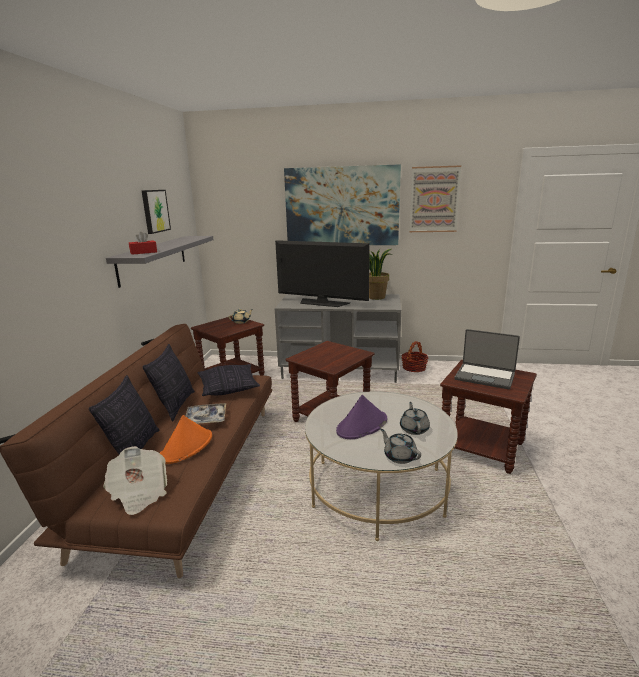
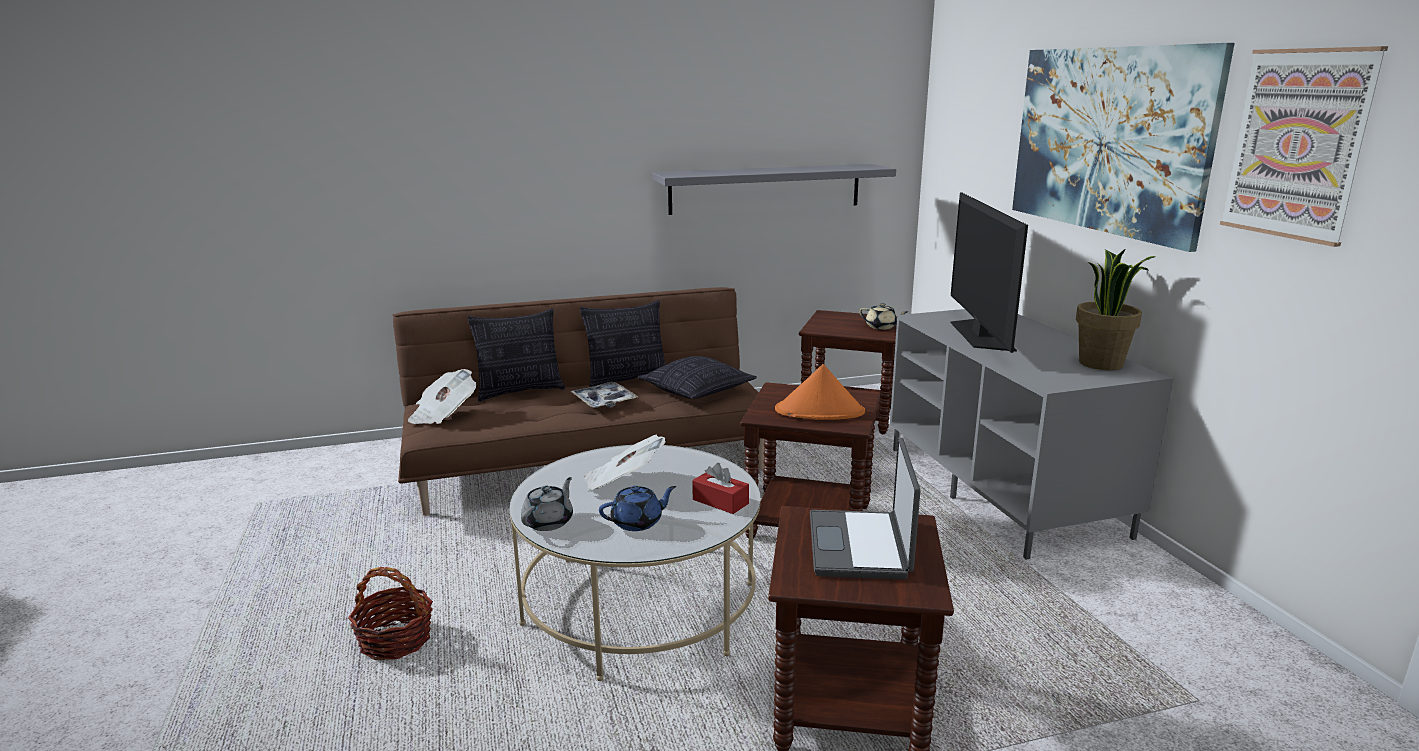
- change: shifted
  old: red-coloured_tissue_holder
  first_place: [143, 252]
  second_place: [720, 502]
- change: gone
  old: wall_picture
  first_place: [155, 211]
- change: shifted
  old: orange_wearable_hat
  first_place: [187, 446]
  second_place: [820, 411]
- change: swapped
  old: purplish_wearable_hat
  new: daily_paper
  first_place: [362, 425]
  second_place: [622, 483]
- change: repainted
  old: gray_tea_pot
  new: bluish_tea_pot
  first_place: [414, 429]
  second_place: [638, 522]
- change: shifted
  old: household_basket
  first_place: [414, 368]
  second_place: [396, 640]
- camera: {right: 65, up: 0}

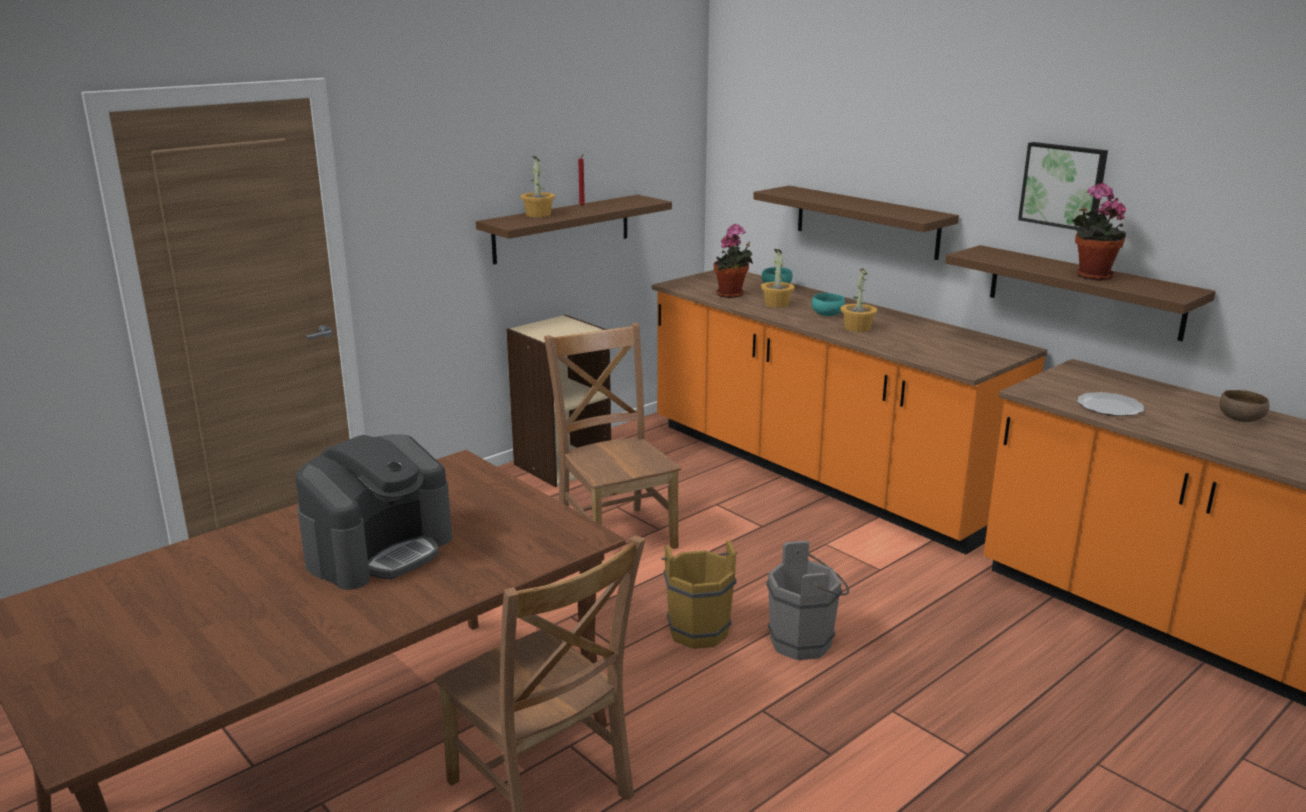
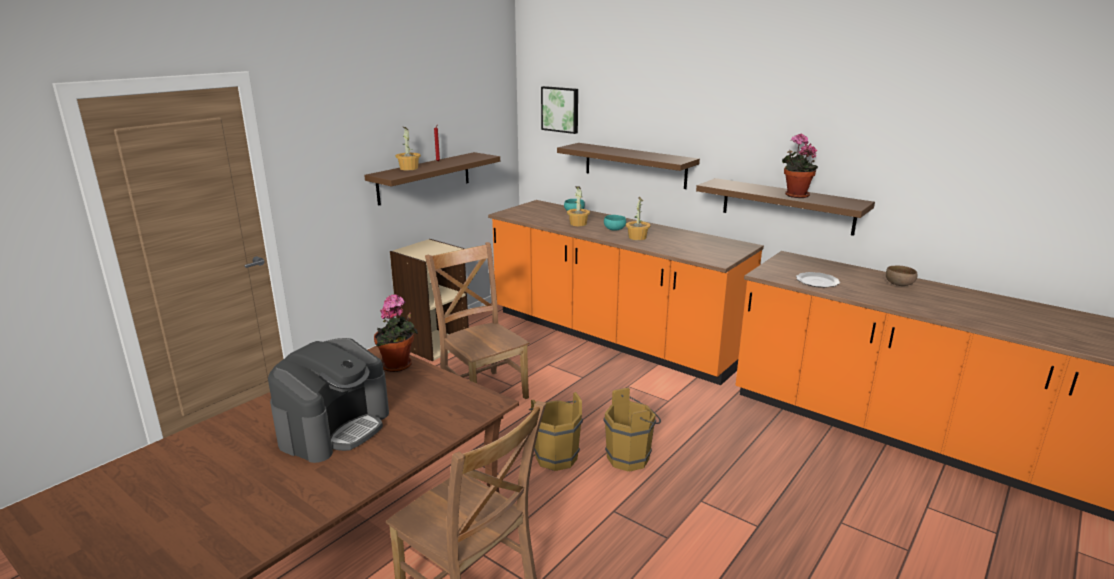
- change: shifted
  old: plant_in_a_pot
  first_place: [732, 295]
  second_place: [398, 366]
- change: repainted
  old: gray_bucket
  new: brown_bucket
  first_place: [805, 642]
  second_place: [631, 458]
- change: shifted
  old: wall_picture
  first_place: [1063, 185]
  second_place: [560, 109]
- camera: {right: -10, up: 0}

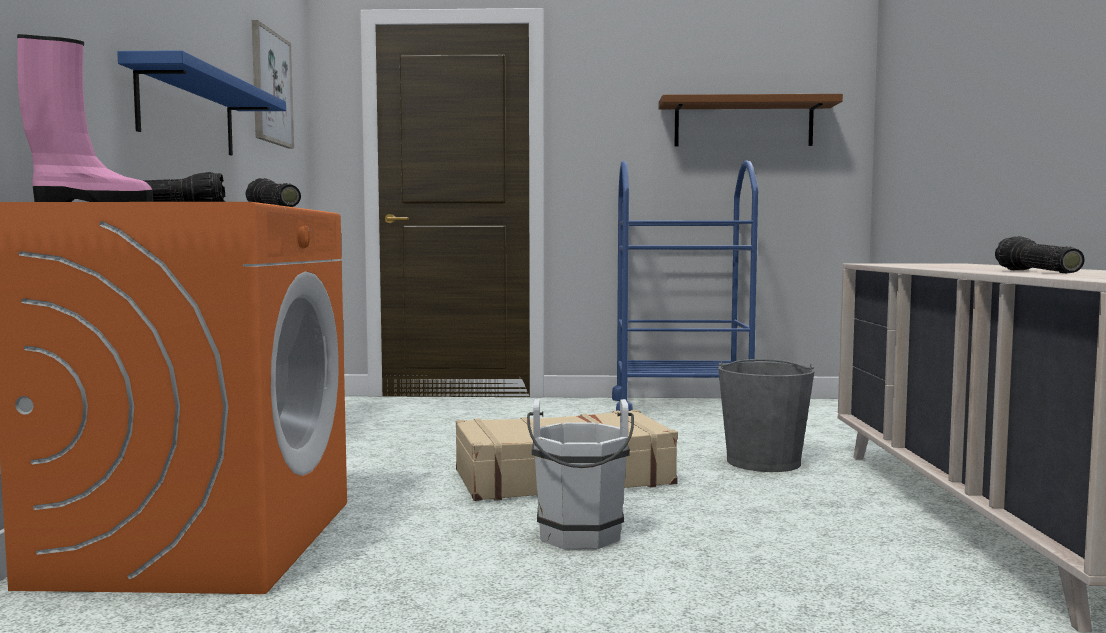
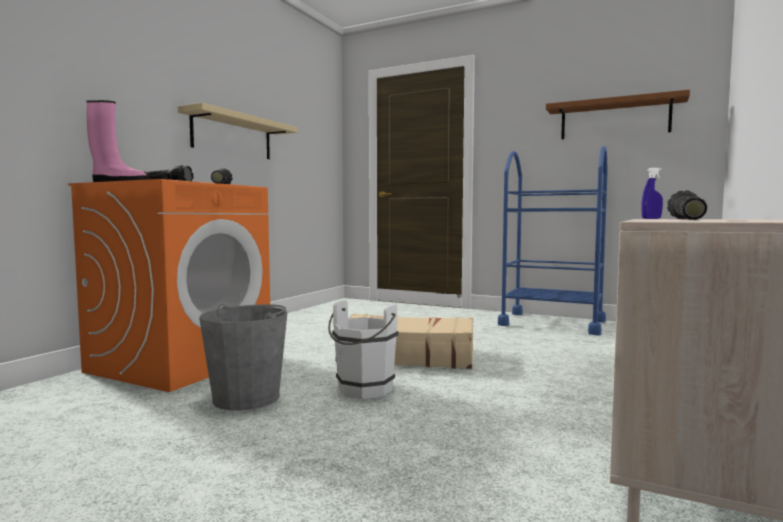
- change: repainted
  old: bluish_bracket_shelf
  new: sand-coloured_bracket_shelf
  first_place: [187, 112]
  second_place: [232, 136]
- change: gone
  old: wall_picture
  first_place: [270, 88]
- change: shifted
  old: gray_bucket
  first_place: [763, 461]
  second_place: [247, 397]
- change: new
  new: bluish_hand_sprayer
  second_place: [651, 218]
- camera: {right: 25, up: 0}

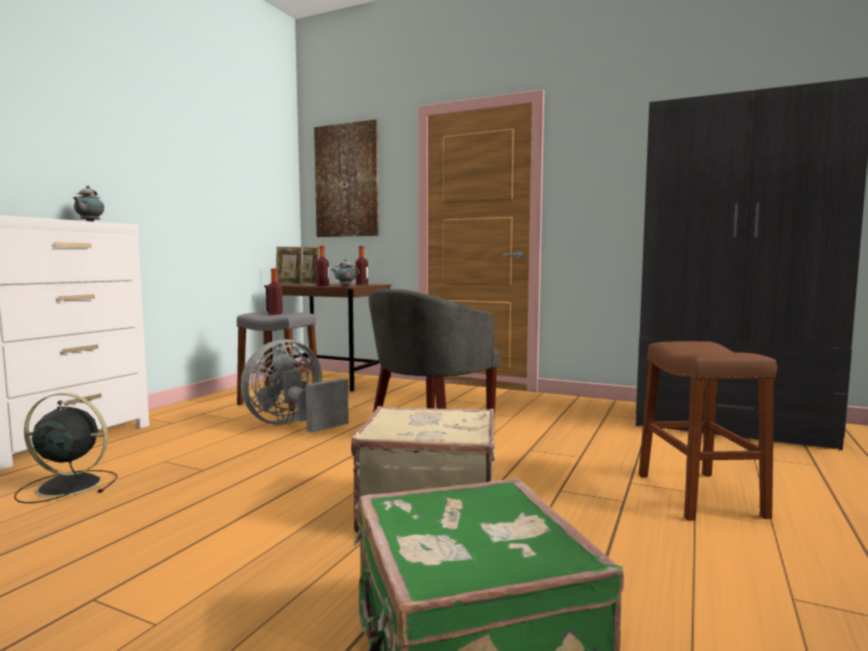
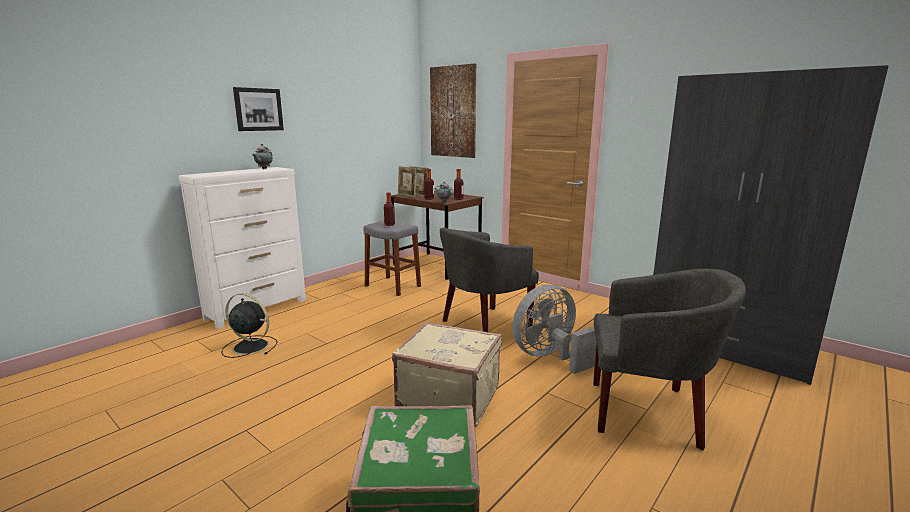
- change: shifted
  old: gray_fan
  first_place: [293, 425]
  second_place: [551, 357]
- change: swapped
  old: brown_stool
  new: gray_armchair
  first_place: [699, 495]
  second_place: [648, 412]
- change: new
  new: wall_picture
  second_place: [258, 109]
- camera: {right: 15, up: 10}

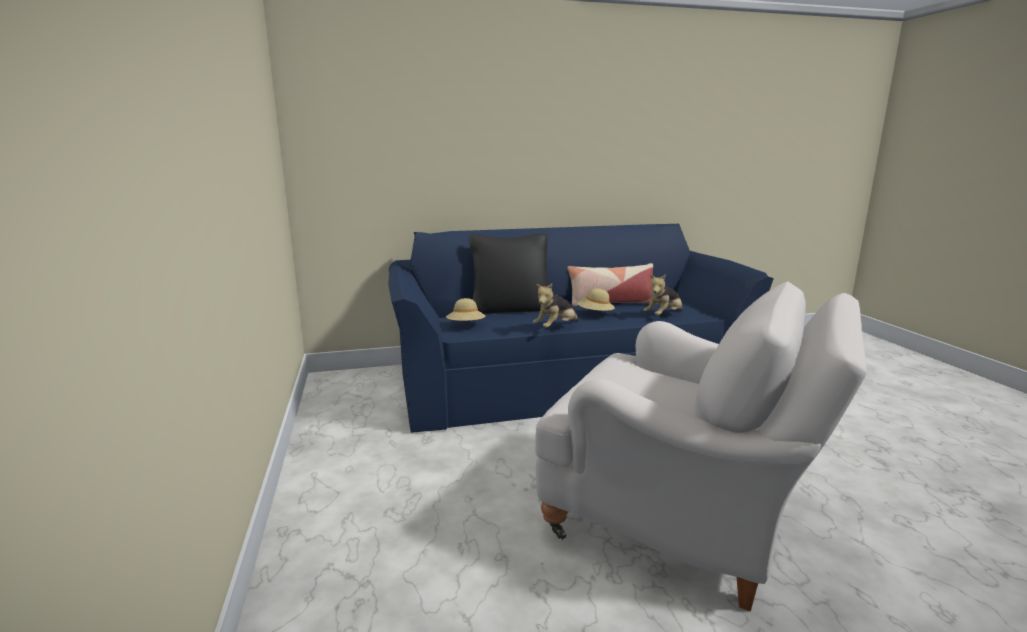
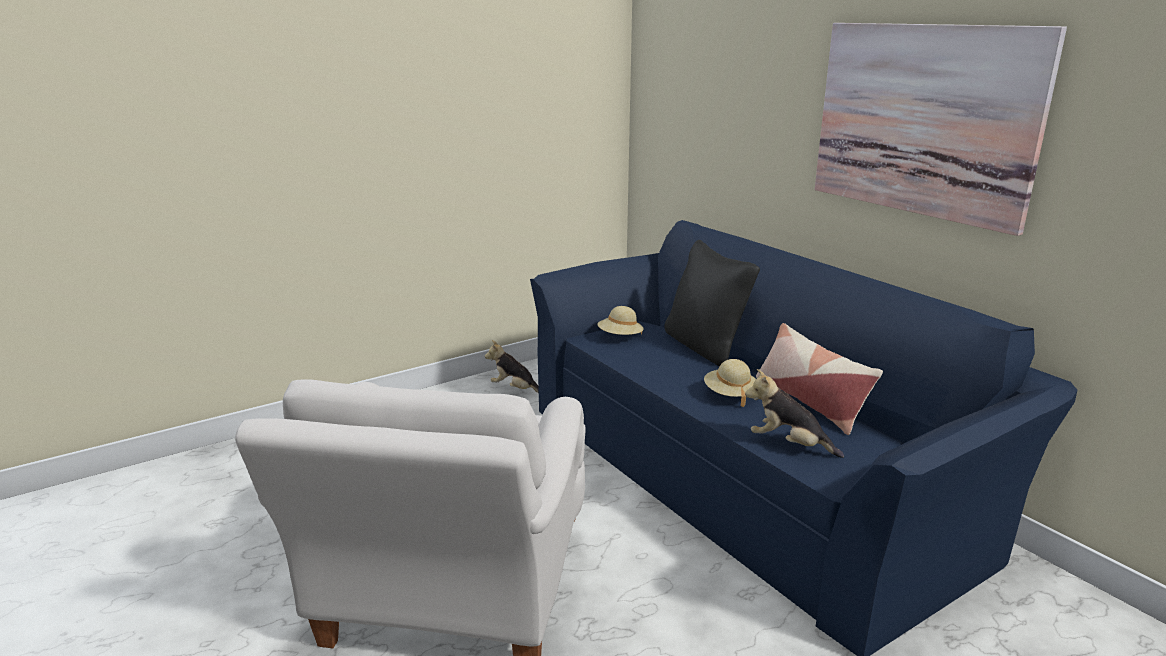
- change: shifted
  old: plush_toy
  first_place: [556, 327]
  second_place: [515, 389]
- change: new
  new: wall_picture
  second_place: [923, 120]
- camera: {right: 70, up: 5}

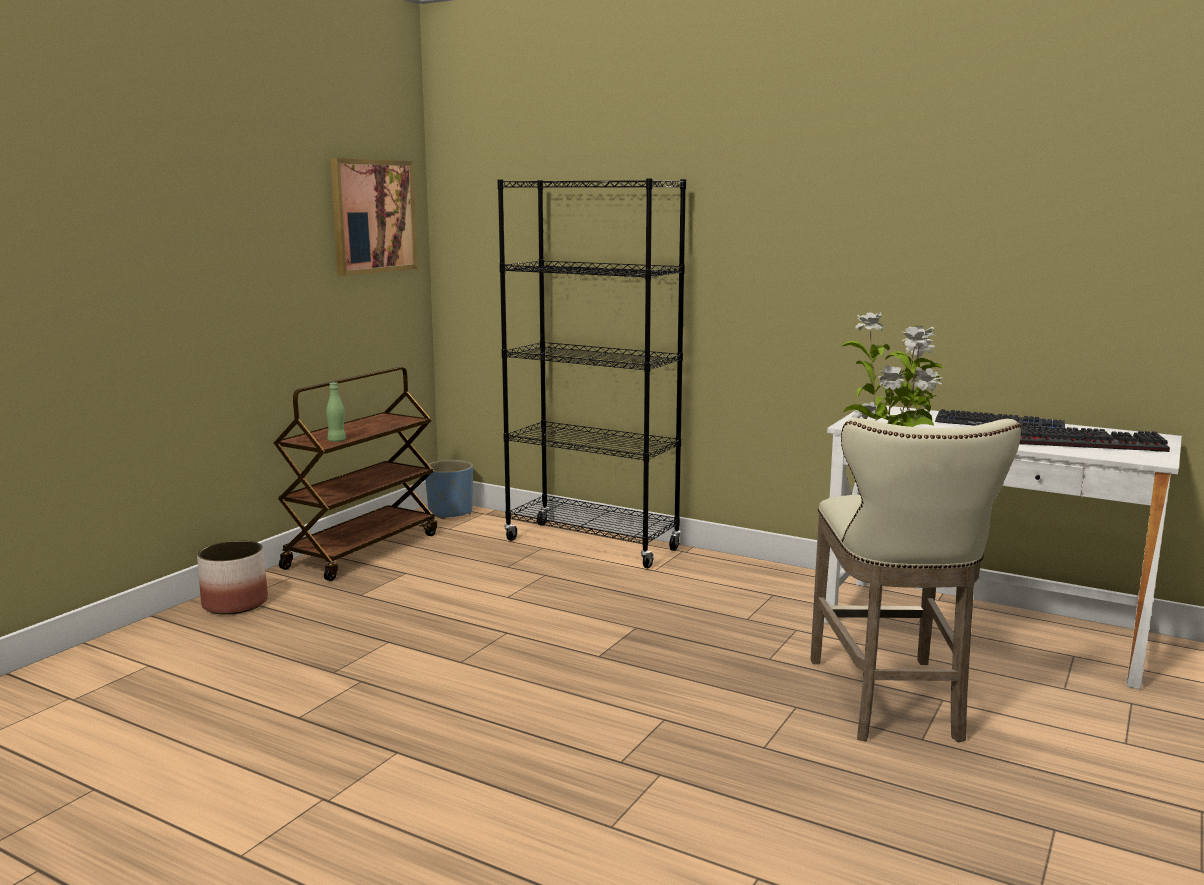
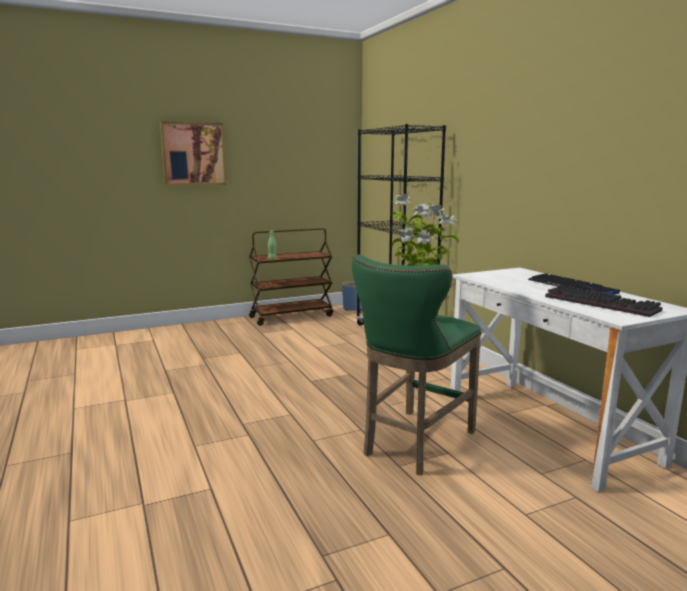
- change: gone
  old: planter
  first_place: [234, 604]
- change: shifted
  old: wall_picture
  first_place: [373, 216]
  second_place: [194, 154]
- change: repainted
  old: sand-coloured_stool
  new: green_stool
  first_place: [889, 703]
  second_place: [413, 444]
- camera: {right: 35, up: 0}

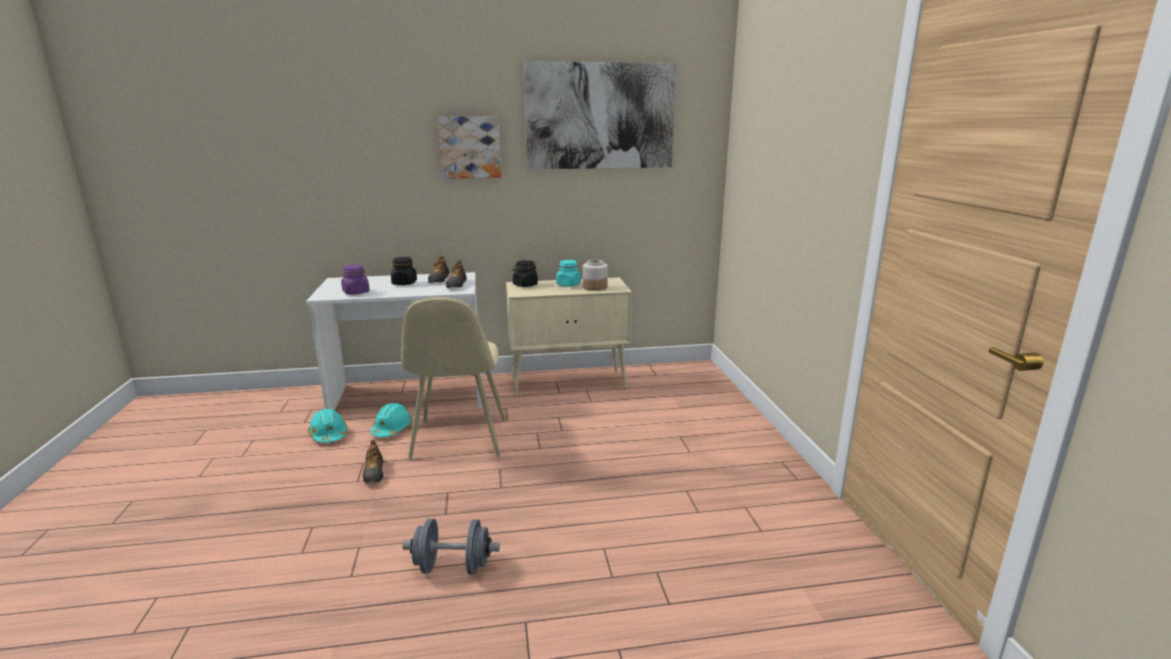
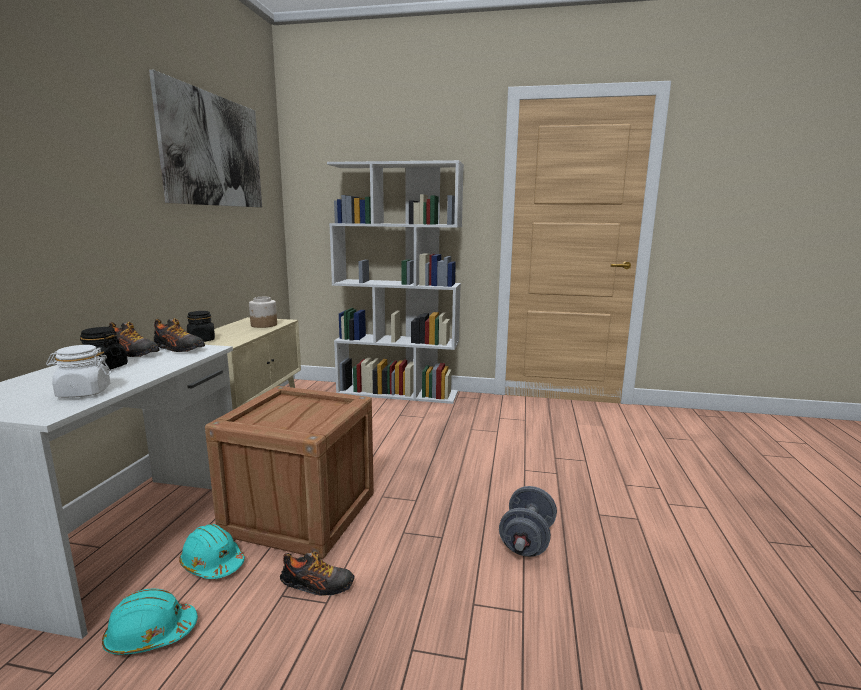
- change: repainted
  old: purplish_storage_jar
  new: white-coloured_storage_jar
  first_place: [356, 292]
  second_place: [83, 393]
- change: swapped
  old: sand-coloured_chair
  new: crate
  first_place: [459, 440]
  second_place: [301, 513]
- change: gone
  old: wall_picture
  first_place: [470, 147]
- change: gone
  old: turquoise-coloured_storage_jar
  first_place: [568, 285]
- change: new
  new: white-coloured_bookcase
  second_place: [398, 393]
- camera: {right: -70, up: -5}

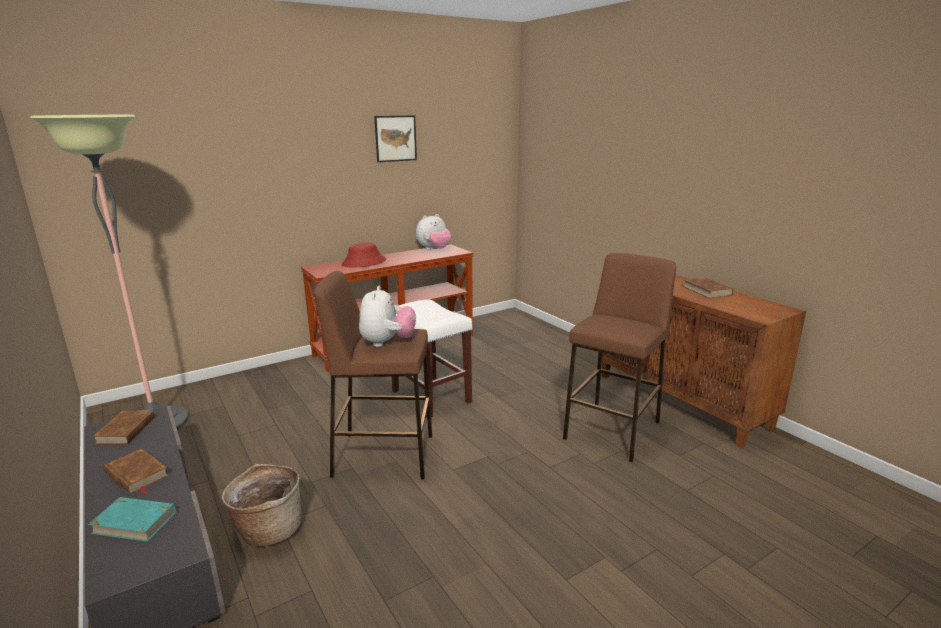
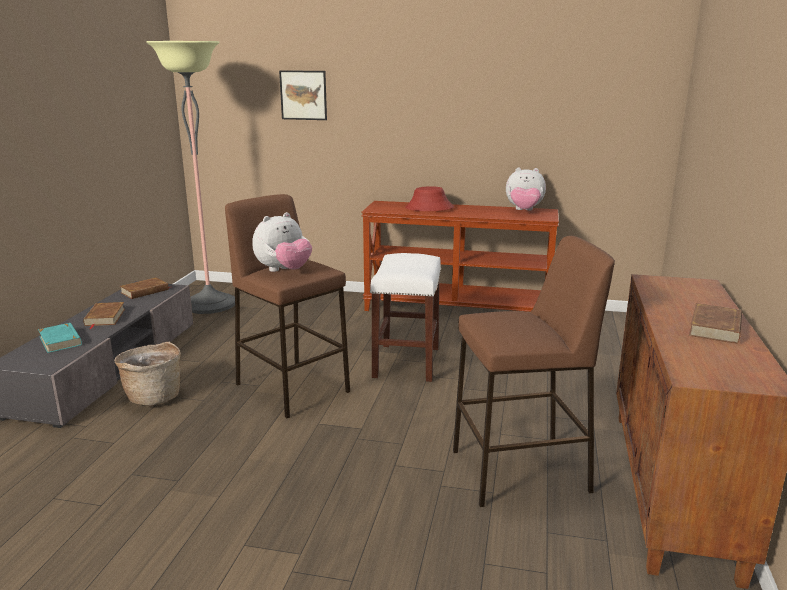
- change: shifted
  old: wall_picture
  first_place: [395, 138]
  second_place: [303, 95]
- camera: {right: 45, up: 0}

